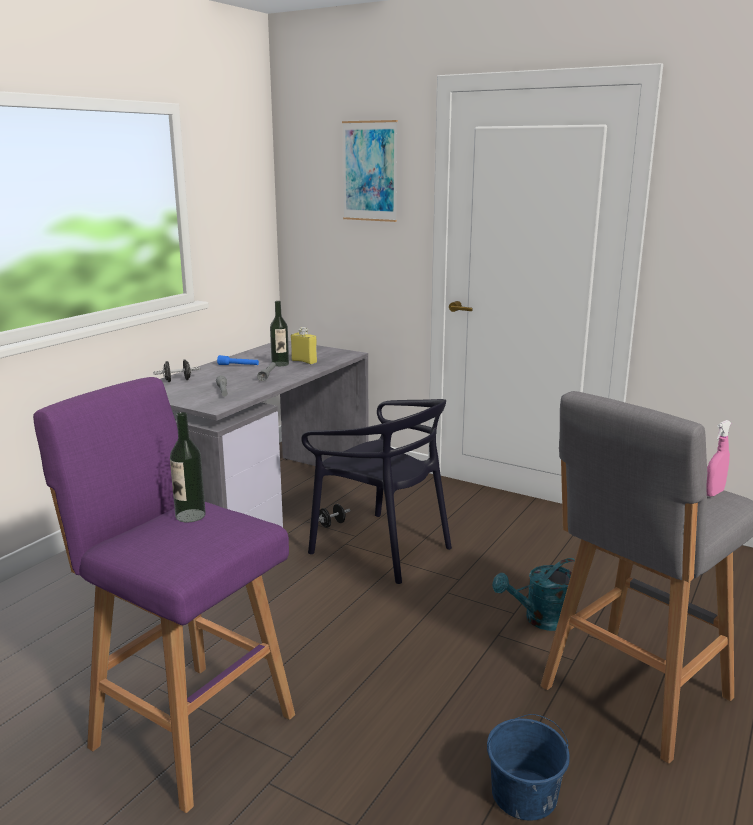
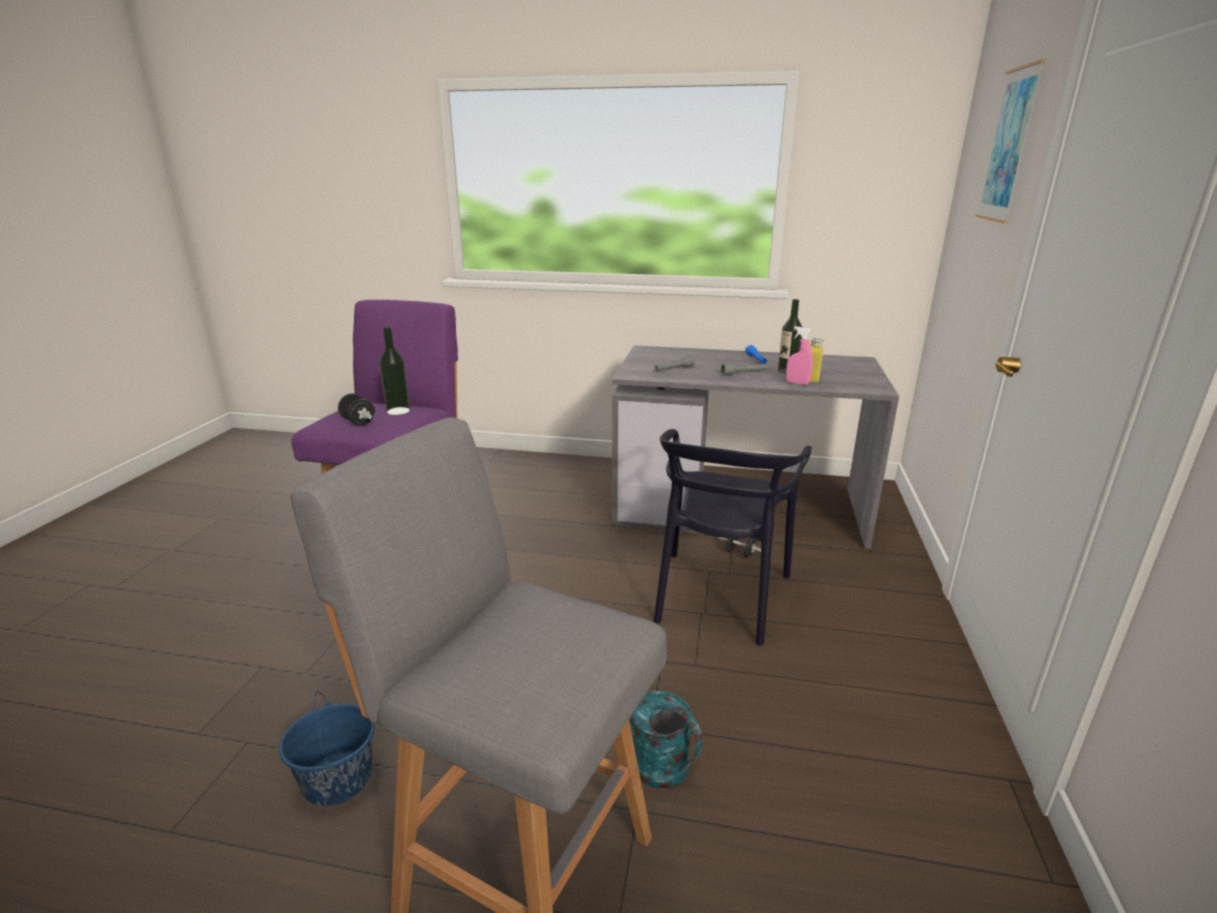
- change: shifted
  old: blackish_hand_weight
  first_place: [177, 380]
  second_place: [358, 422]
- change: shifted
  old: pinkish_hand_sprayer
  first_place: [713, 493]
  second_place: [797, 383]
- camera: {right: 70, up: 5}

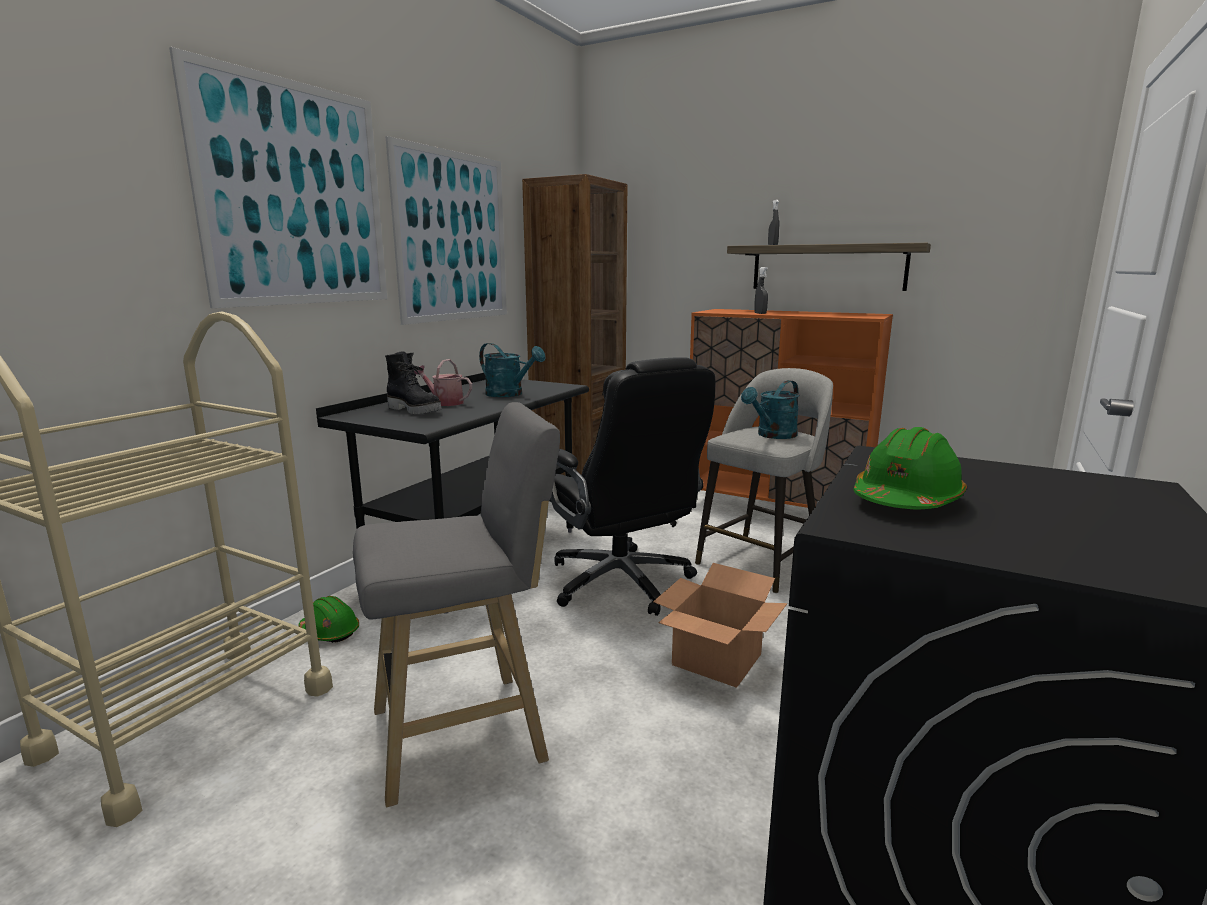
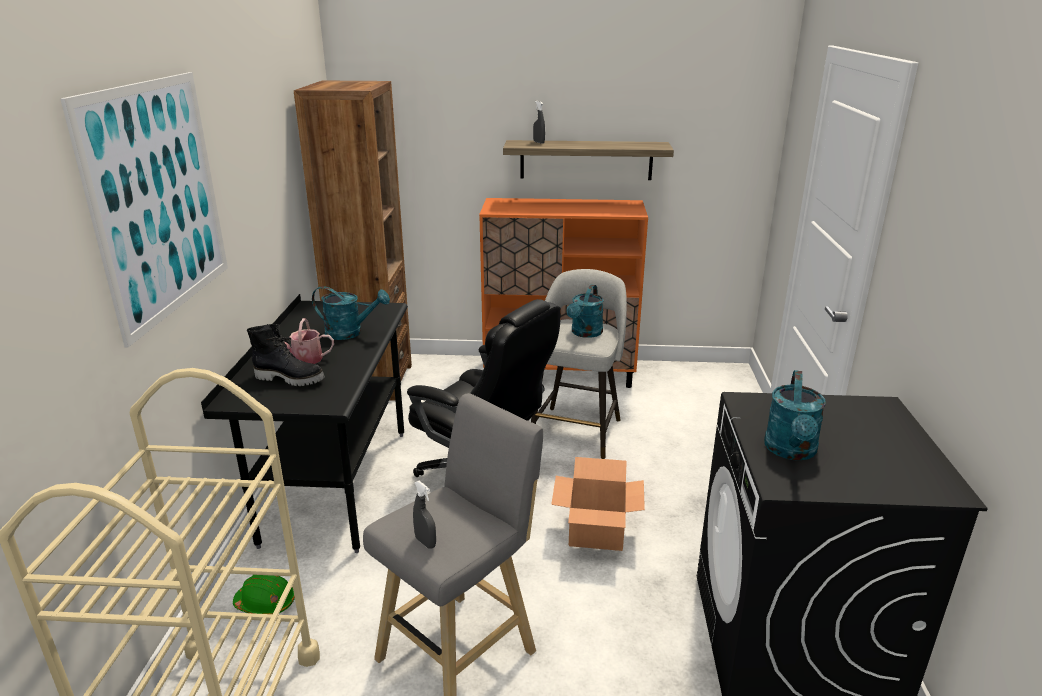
- change: gone
  old: wall_picture
  first_place: [453, 237]
- change: shifted
  old: gray_hand_sprayer
  first_place: [760, 313]
  second_place: [425, 542]
- change: swapped
  old: green_work_helmet
  new: turquoise-coloured_watering_pot
  first_place: [906, 500]
  second_place: [791, 451]
- camera: {right: -25, up: 10}

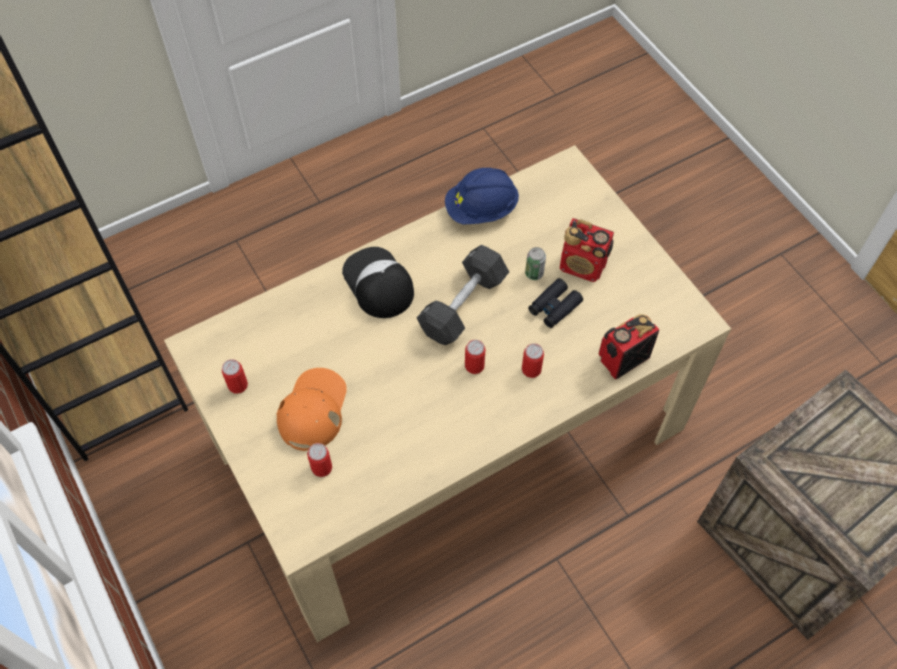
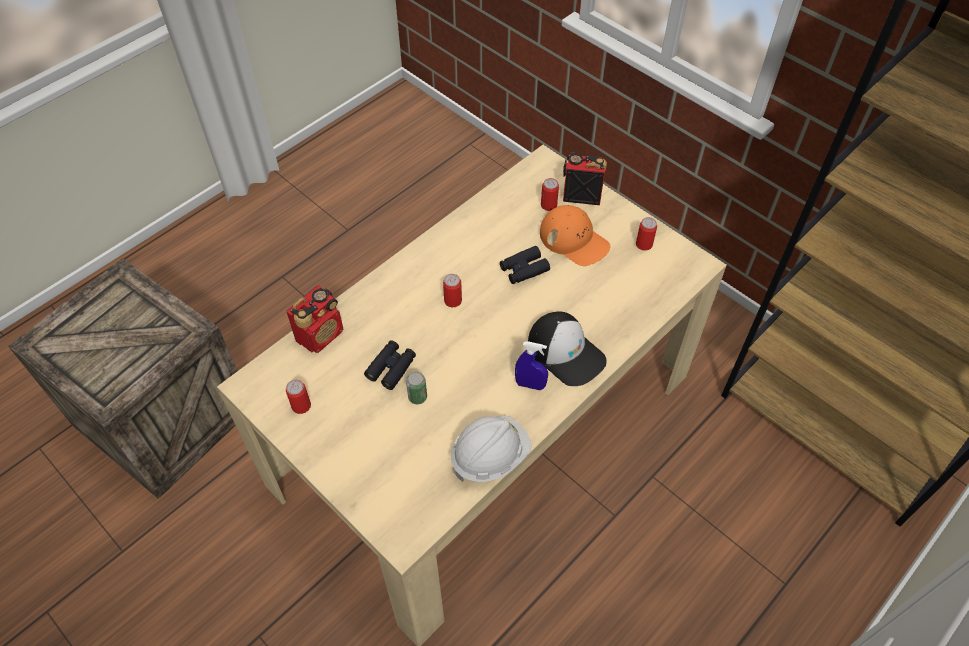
- change: rotated
  old: orange_peaked_cap
  first_place: [313, 410]
  second_place: [574, 240]
  degrees: -45
- change: gone
  old: blackish_hand_weight
  first_place: [463, 305]
- change: repainted
  old: bluish_work_helmet
  new: white-coloured_work_helmet
  first_place: [481, 209]
  second_place: [490, 456]
- change: shifted
  old: metal_can
  first_place: [531, 369]
  second_place: [301, 406]
- change: shifted
  old: radio_receiver
  first_place: [583, 266]
  second_place: [581, 195]
- change: new
  new: blackish_field_glasses
  second_place: [524, 269]
- change: new
  new: bluish_hand_sprayer
  second_place: [530, 385]
- camera: {right: 165, up: -5}

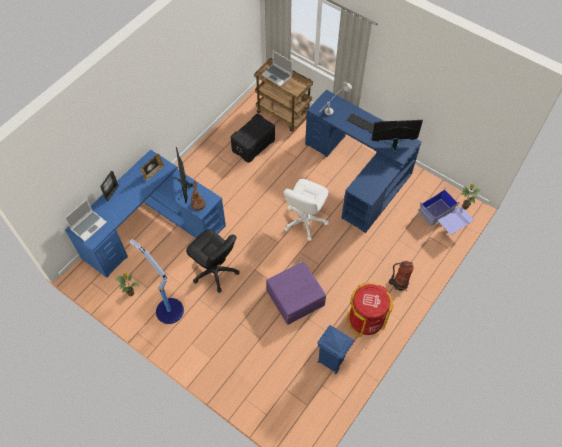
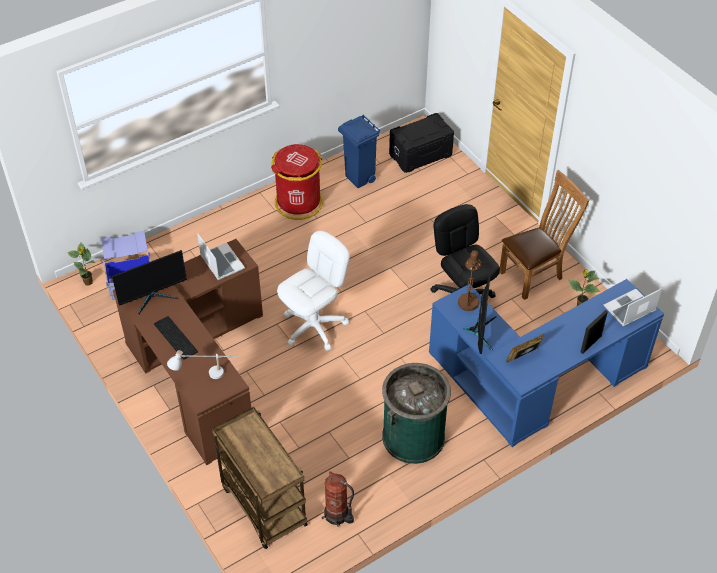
- change: swapped
  old: standing_lamp
  new: brown_chair
  first_place: [168, 310]
  second_place: [534, 275]
- change: shifted
  old: blackish_storage_container
  first_place: [253, 145]
  second_place: [421, 155]
- change: shifted
  old: notebook_computer
  first_place: [277, 75]
  second_place: [221, 262]
- change: gone
  old: purplish_storage_container
  first_place: [295, 297]
- change: repainted
  old: bluish_desk_unit
  new: brown_desk_unit
  first_place: [360, 173]
  second_place: [197, 368]
- change: rotated
  old: computer_screen
  first_place: [393, 144]
  second_place: [154, 297]
  degrees: -45
- change: shifted
  old: extinguisher
  first_place: [399, 283]
  second_place: [337, 515]
- change: new
  new: green_trash_can
  second_place: [413, 436]
- camera: {right: -160, up: -10}

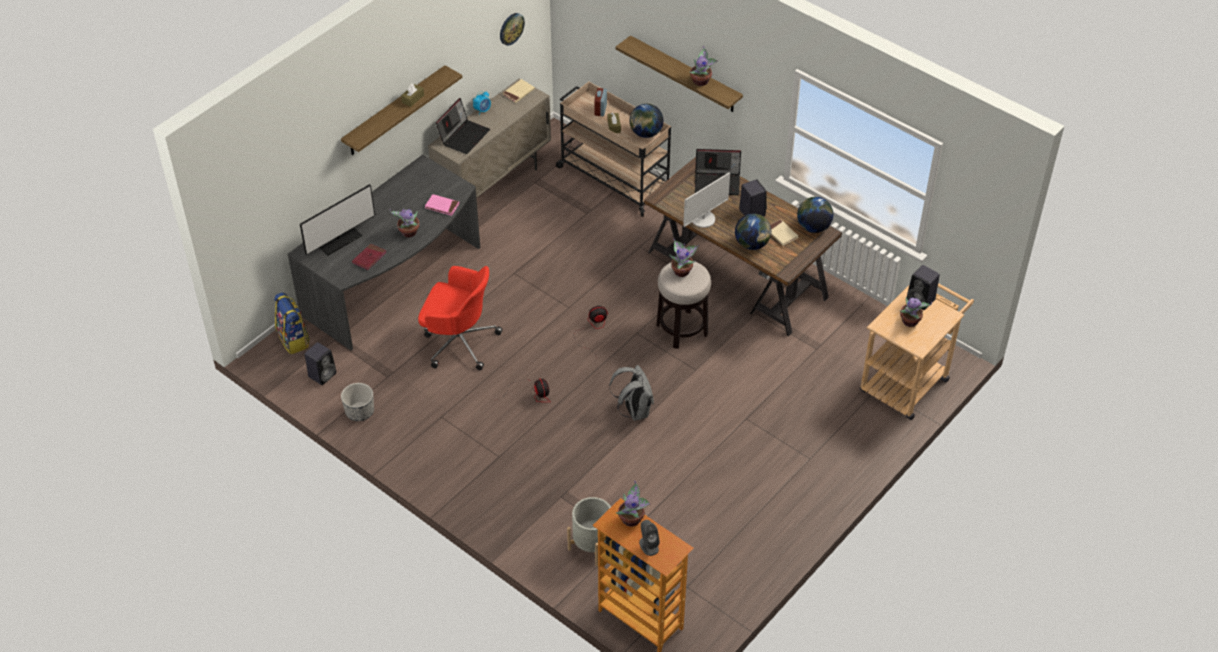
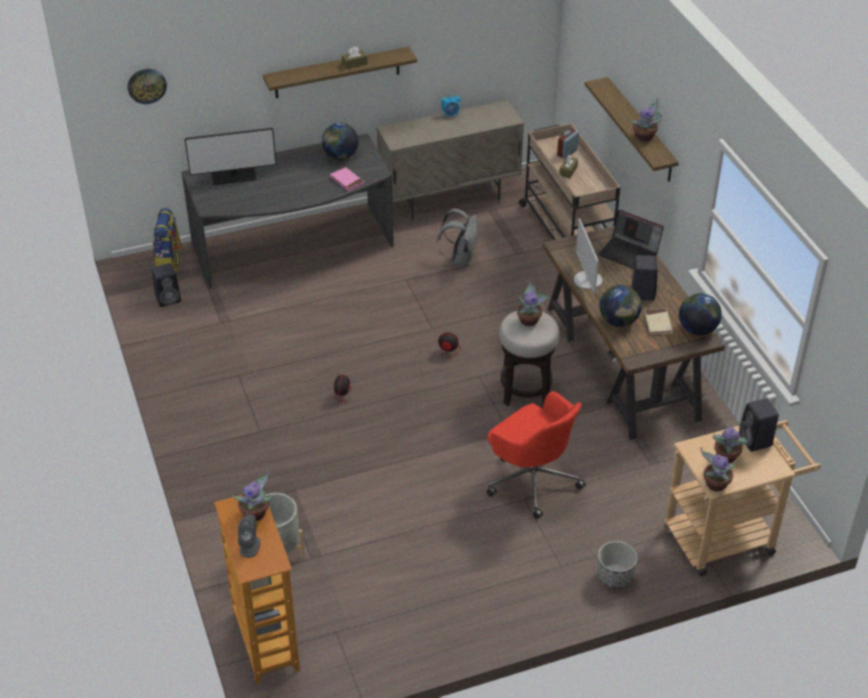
- change: shifted
  old: planter
  first_place: [360, 412]
  second_place: [615, 577]
- change: gone
  old: red-coloured_bound_book
  first_place: [369, 258]
- change: shifted
  old: plant_in_a_pot
  first_place: [408, 233]
  second_place: [714, 484]
- change: shifted
  old: red-coloured_desk_chair
  first_place: [459, 342]
  second_place: [532, 479]
- change: gone
  old: notebook_computer
  first_place: [464, 136]
- change: shifted
  old: hanging_clock
  first_place: [511, 28]
  second_place: [146, 85]
- change: gone
  old: sand-coloured_bound_book
  first_place: [518, 92]
- change: shifted
  old: gray_rucksack
  first_place: [634, 410]
  second_place: [460, 259]
- change: shifted
  old: desk_globe
  first_place: [646, 133]
  second_place: [340, 156]
- change: rotated
  old: computer_screen
  first_place: [703, 219]
  second_place: [587, 280]
  degrees: 90
- camera: {right: 30, up: -5}

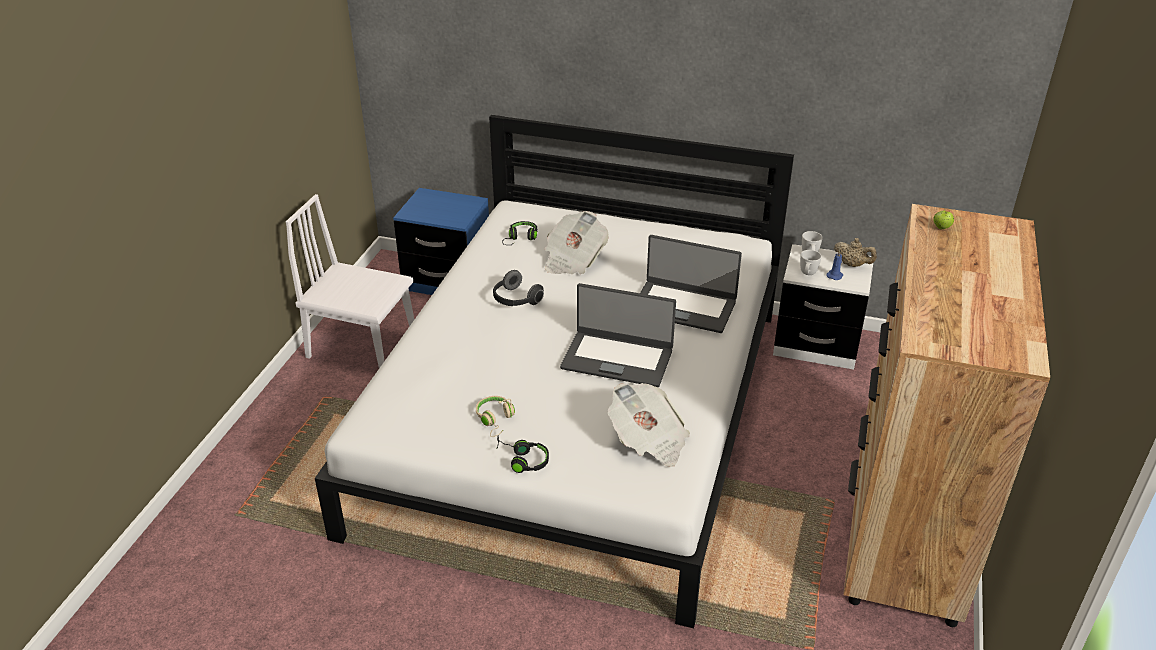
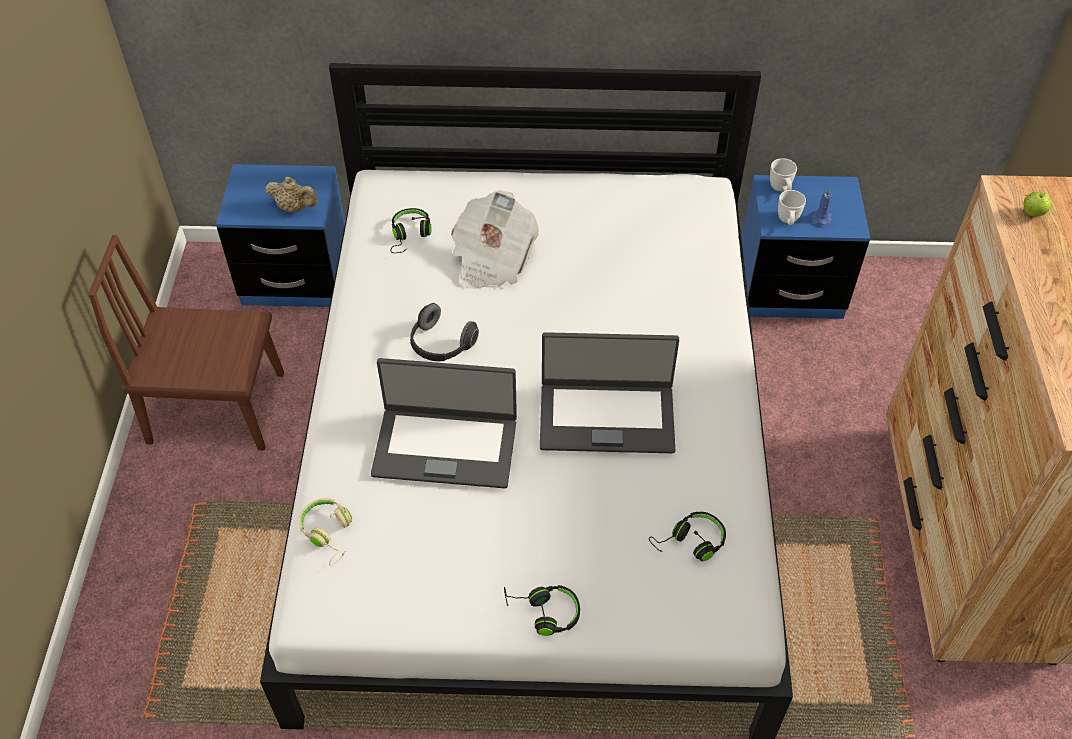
- change: repainted
  old: white-coloured_chair
  new: brown_chair
  first_place: [362, 345]
  second_place: [217, 407]
- change: shifted
  old: sand-coloured_headphones
  first_place: [495, 420]
  second_place: [329, 533]
- change: swapped
  old: daily_paper
  new: blackish_headphones
  first_place: [648, 440]
  second_place: [690, 542]
- change: shifted
  old: notebook_computer
  first_place: [683, 306]
  second_place: [445, 446]
- change: repainted
  old: white-coloured_bedside_table
  new: bluish_bedside_table
  first_place: [816, 344]
  second_place: [789, 289]
- change: shifted
  old: sand-coloured_tea_pot
  first_place: [852, 265]
  second_place: [295, 208]
- camera: {right: -15, up: 15}

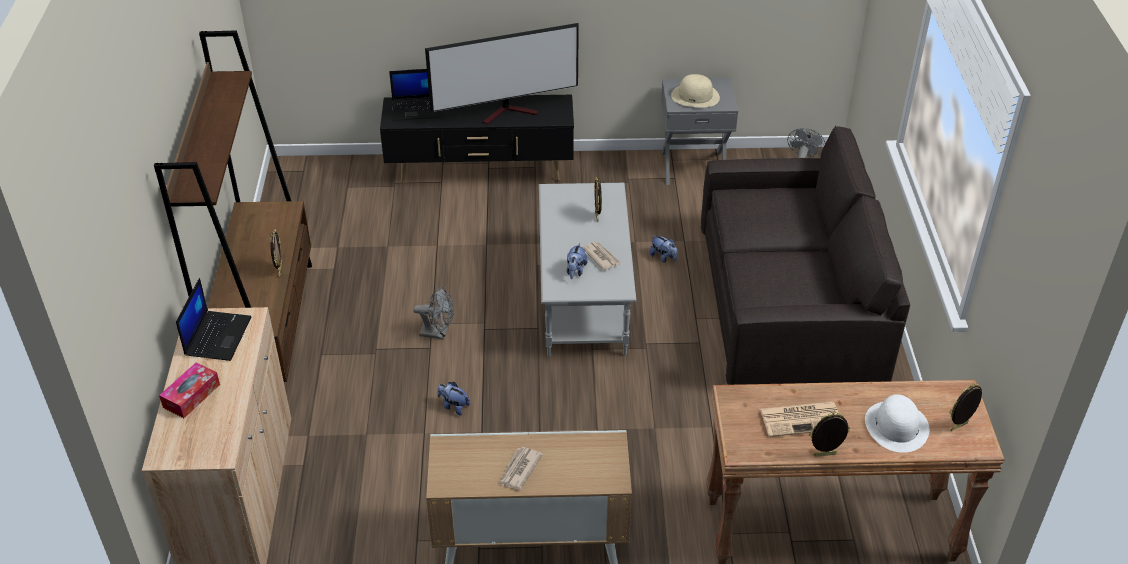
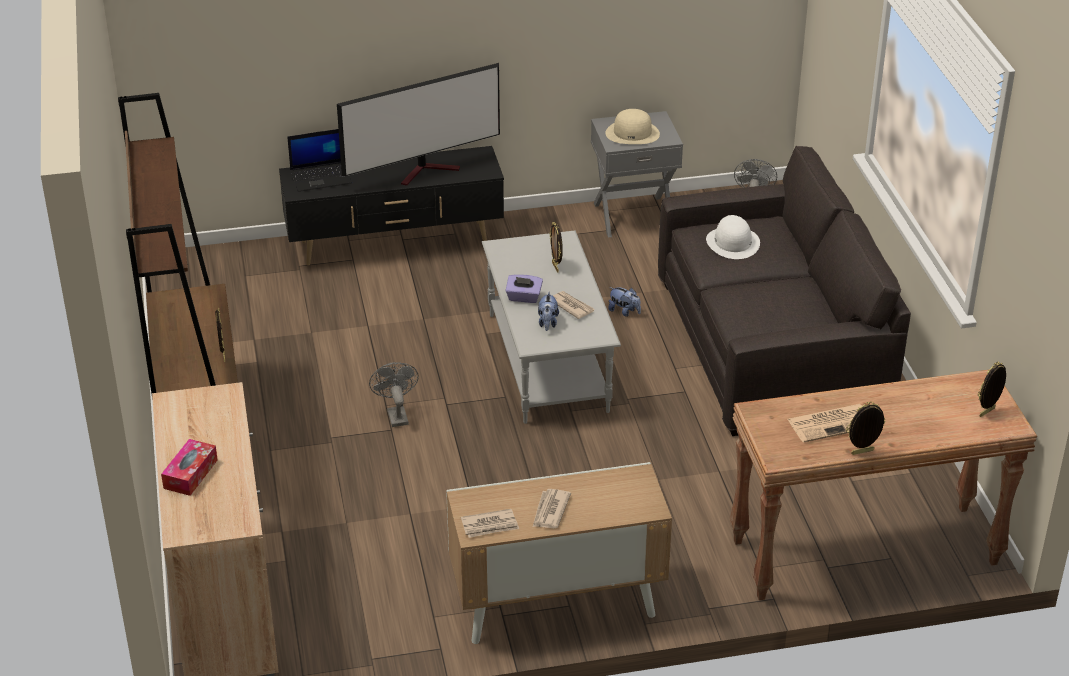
- change: gone
  old: notebook_computer
  first_place: [217, 335]
- change: rotated
  old: gray_fan
  first_place: [438, 333]
  second_place: [396, 414]
  degrees: -105
- change: gone
  old: plush_toy
  first_place: [453, 406]
- change: shifted
  old: white-coloured_wearable_hat
  first_place: [896, 426]
  second_place: [733, 242]
- change: new
  new: daily_paper
  second_place: [490, 525]
- change: new
  new: purplish_tissue_holder
  second_place: [524, 297]
- camera: {right: -10, up: -5}

